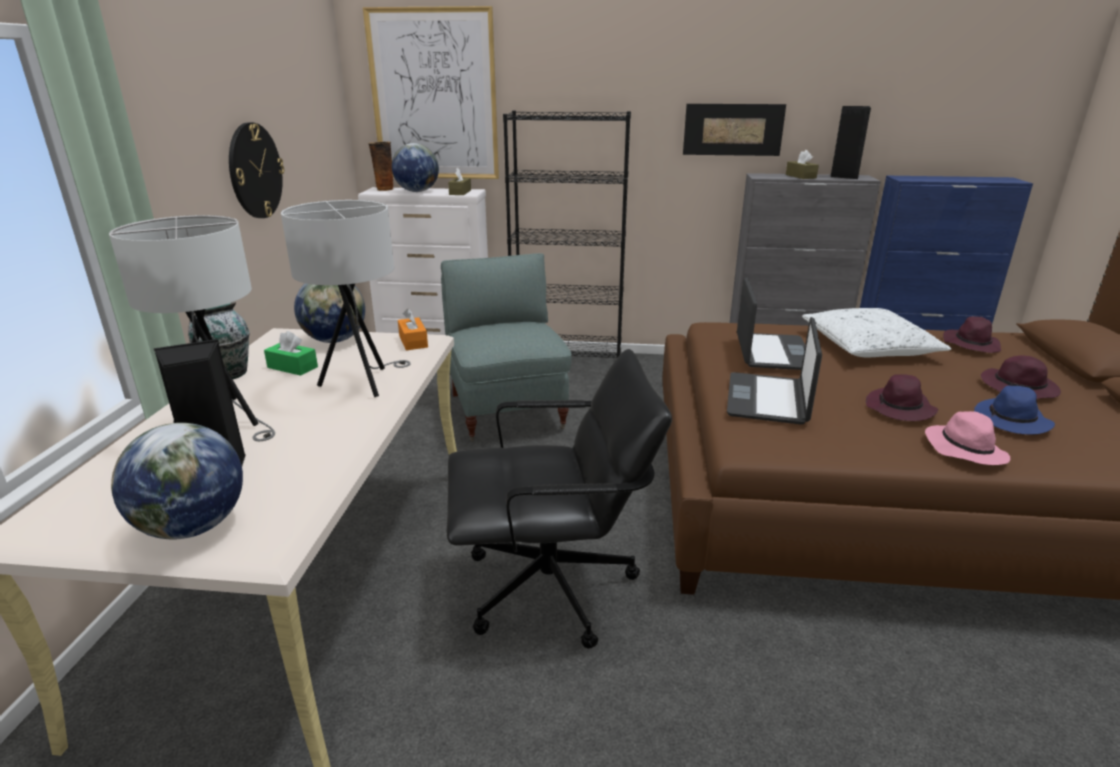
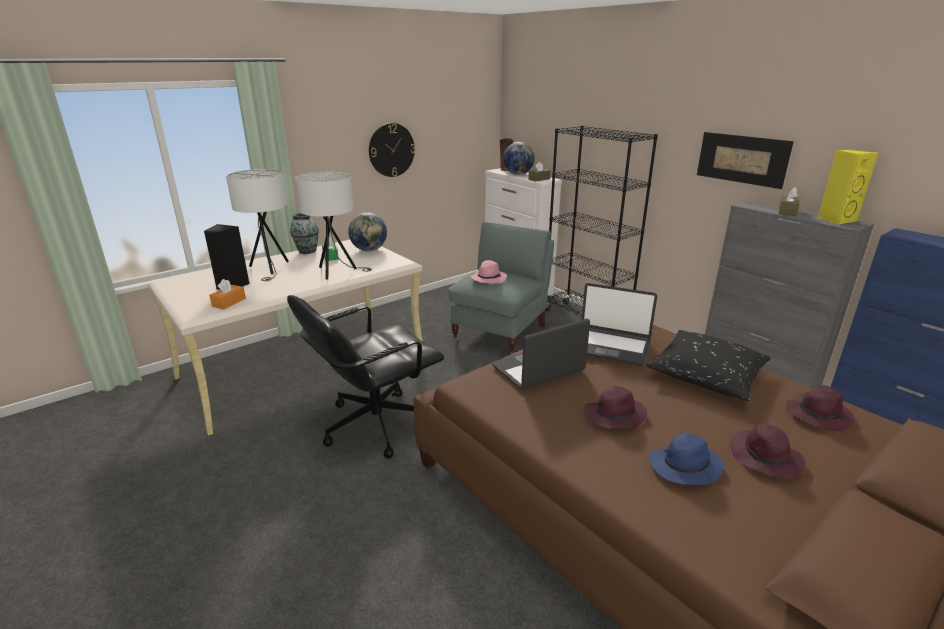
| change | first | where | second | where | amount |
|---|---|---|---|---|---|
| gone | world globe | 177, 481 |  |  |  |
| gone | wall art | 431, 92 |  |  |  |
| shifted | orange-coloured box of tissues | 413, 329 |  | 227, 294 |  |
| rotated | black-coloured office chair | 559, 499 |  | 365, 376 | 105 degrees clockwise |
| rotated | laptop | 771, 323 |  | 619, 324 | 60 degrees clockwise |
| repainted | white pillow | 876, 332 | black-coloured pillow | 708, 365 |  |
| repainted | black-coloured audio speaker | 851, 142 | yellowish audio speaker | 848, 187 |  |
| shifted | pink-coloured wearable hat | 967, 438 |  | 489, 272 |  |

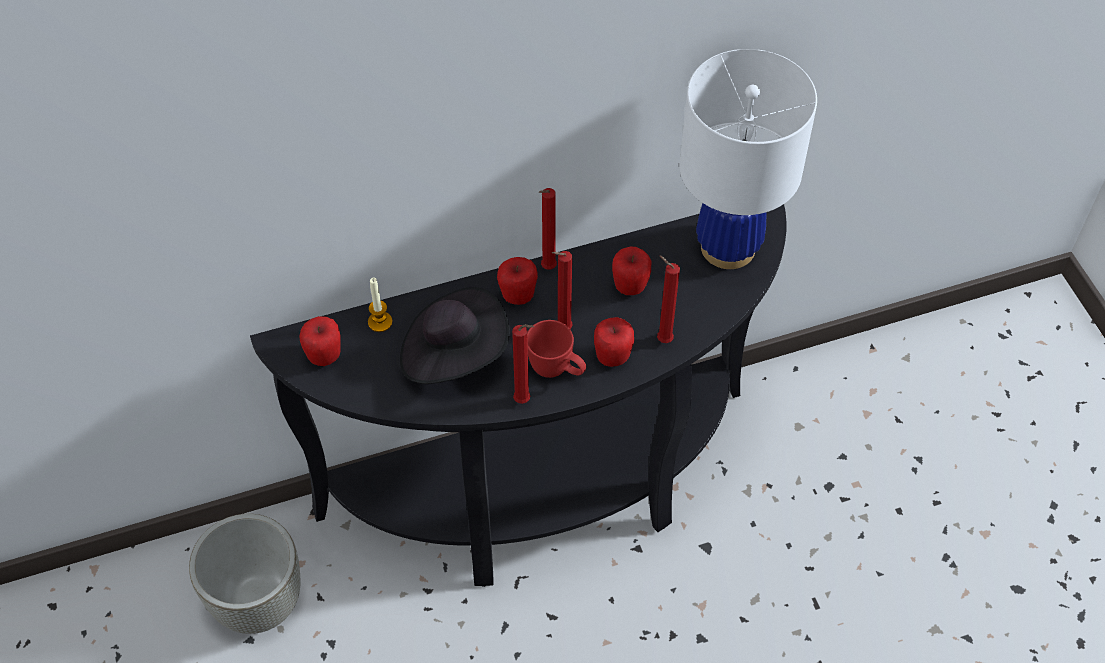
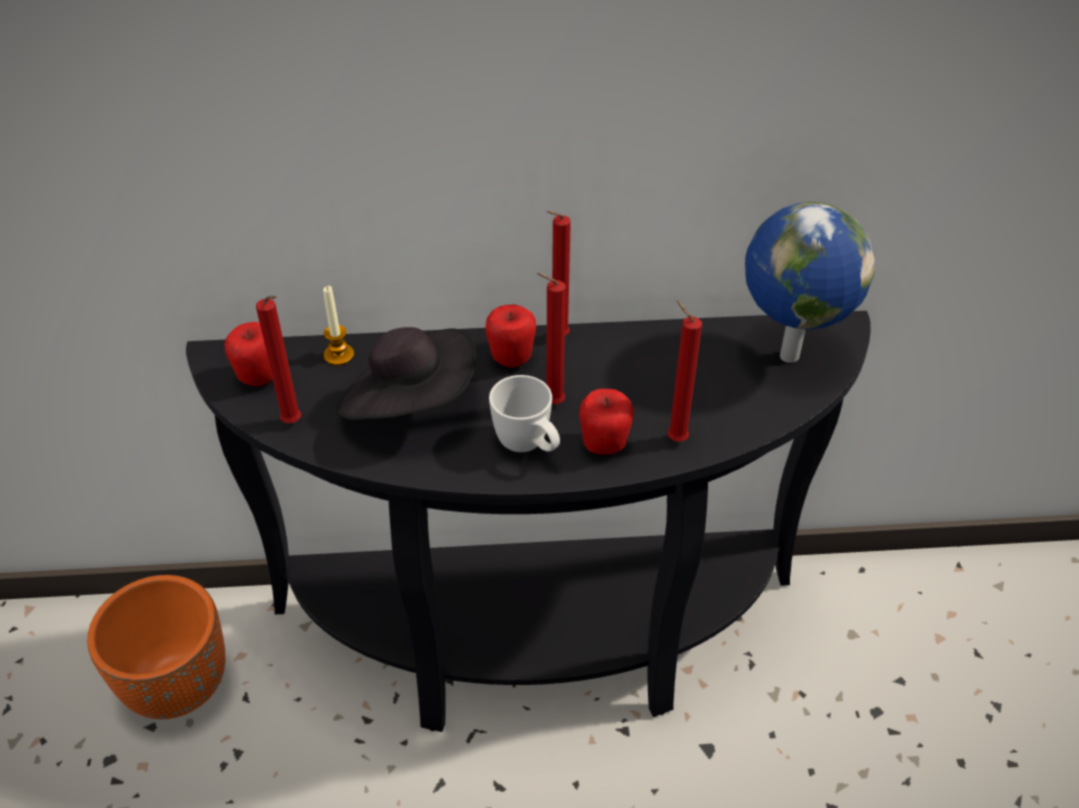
| change | first | where | second | where | amount |
|---|---|---|---|---|---|
| repainted | greyish planter | 245, 574 | orange-coloured planter | 156, 647 |  |
| shifted | red candle | 523, 364 |  | 278, 359 |  |
| repainted | red coffee mug | 556, 349 | white coffee mug | 524, 413 |  |
| gone | apple fruit | 631, 271 |  |  |  |
| swapped | white tabletop lamp | 748, 159 | world globe | 810, 282 |  |

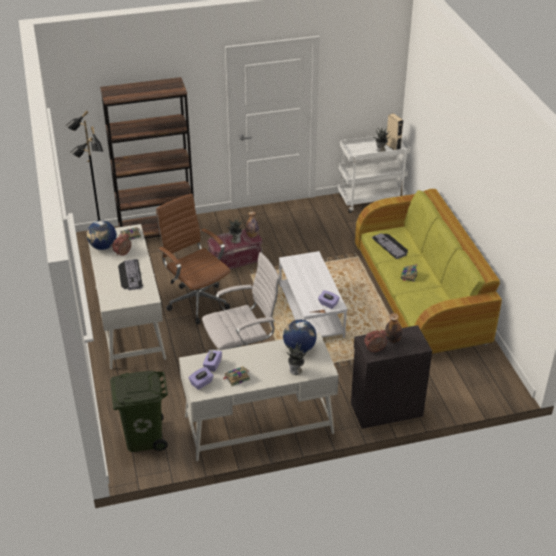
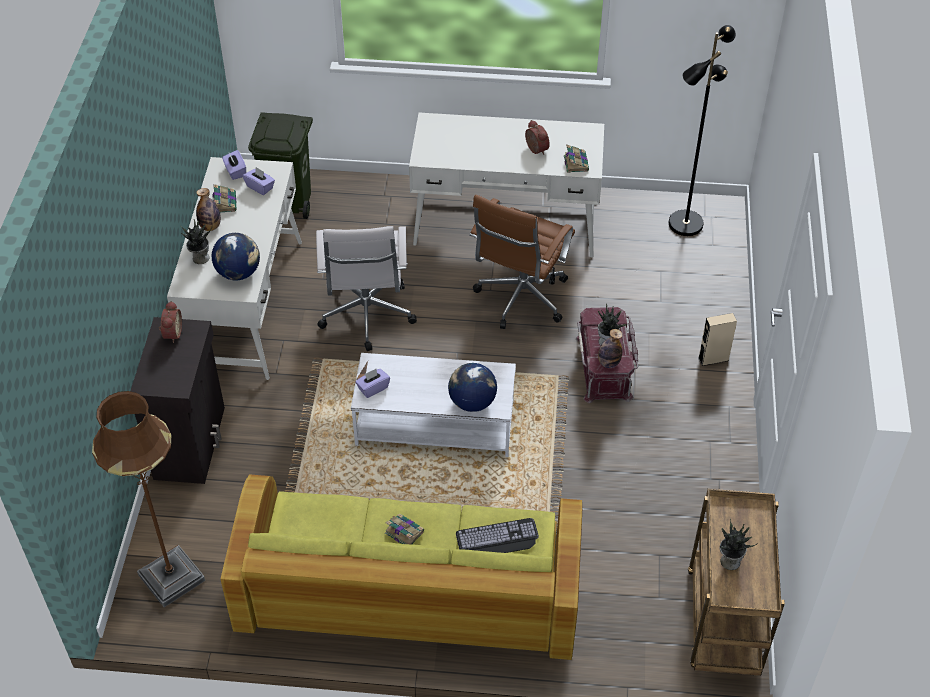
| change | first | where | second | where | amount |
|---|---|---|---|---|---|
| shifted | world globe | 102, 235 |  | 472, 387 |  |
| gone | brown bookshelf | 147, 158 |  |  |  |
| gone | PC keyboard | 130, 274 |  |  |  |
| rotated | brown office chair | 193, 259 |  | 522, 262 | 135 degrees clockwise |
| repainted | white trolley | 374, 174 | brown trolley | 736, 582 |  |
| shifted | drink bottle | 393, 328 |  | 208, 209 |  |
| shifted | beige-coloured audio speaker | 394, 131 |  | 717, 339 |  |
| new |  |  | brown floor lamp | 149, 499 |  |

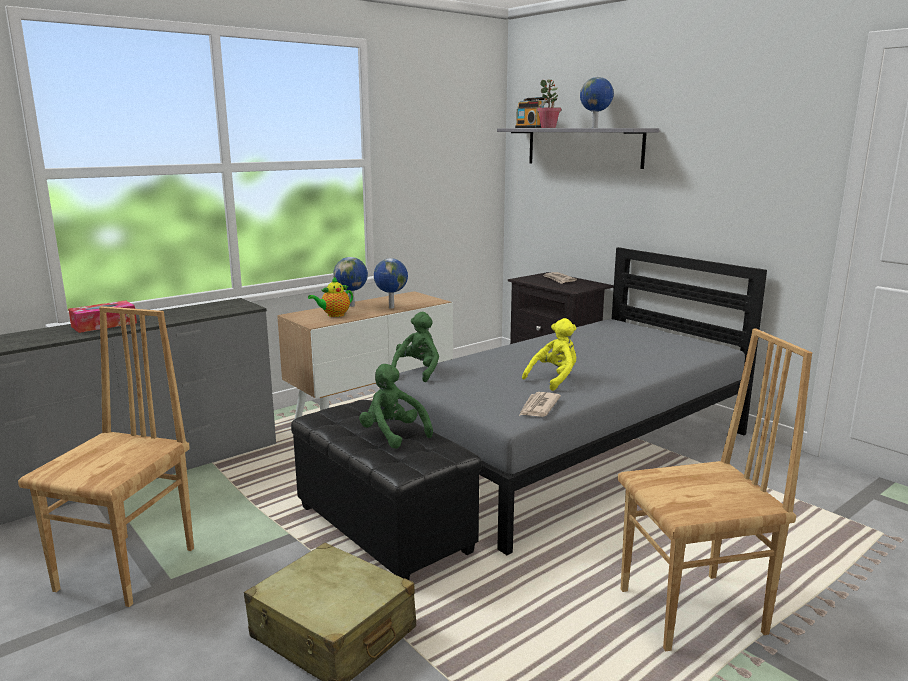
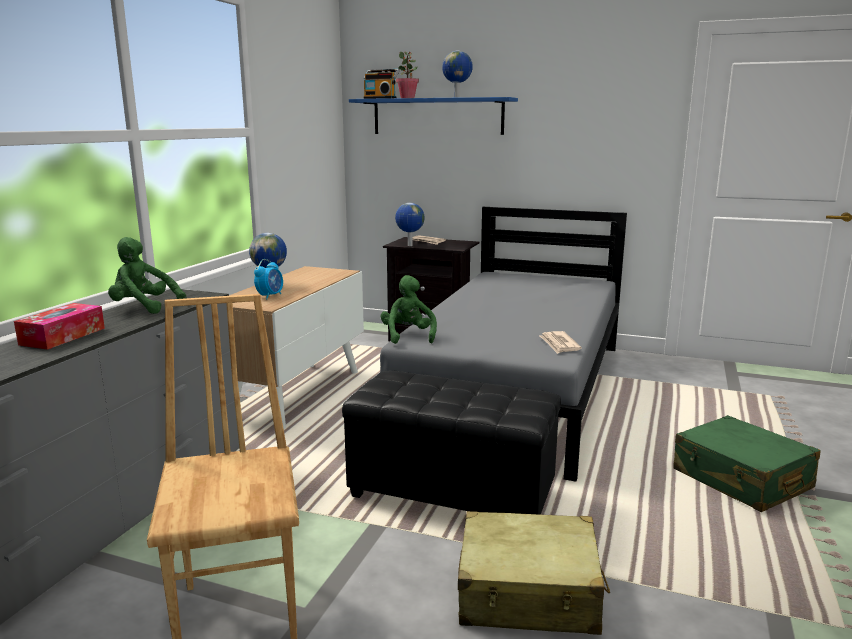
| change | first | where | second | where | amount |
|---|---|---|---|---|---|
| swapped | teapot | 330, 296 | bedside clock | 268, 279 |  |
| shifted | greenish soft toy | 396, 406 |  | 147, 275 |  |
| shifted | world globe | 391, 283 |  | 410, 224 |  |
| repainted | greyish wall shelf | 578, 148 | blue-coloured wall shelf | 433, 116 |  |
| gone | yellowish soft toy | 549, 354 |  |  |  |
| swapped | brown upright chair | 715, 490 | greenish suitcase | 746, 463 |  |

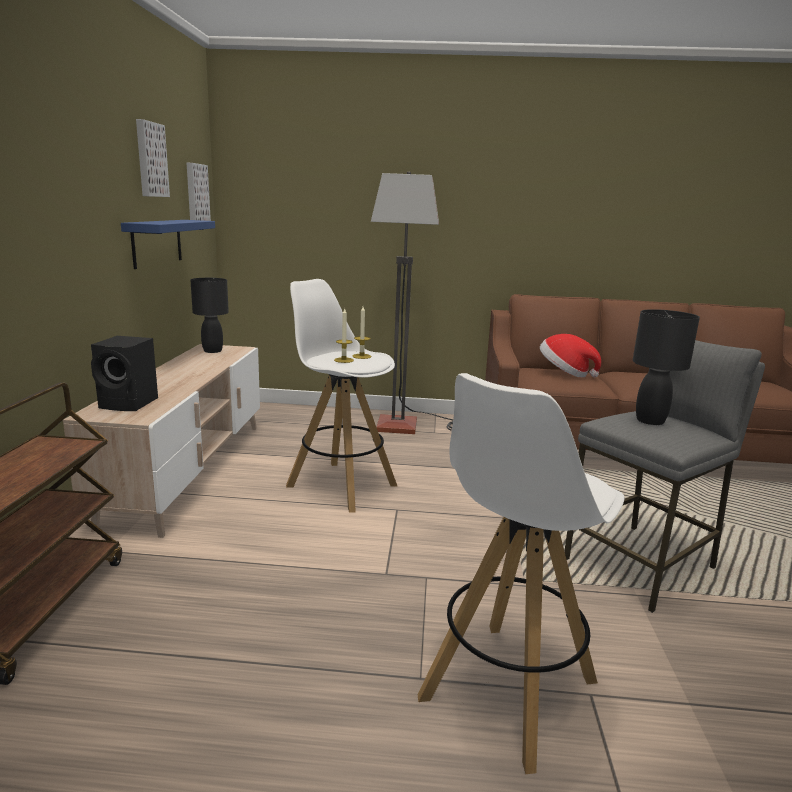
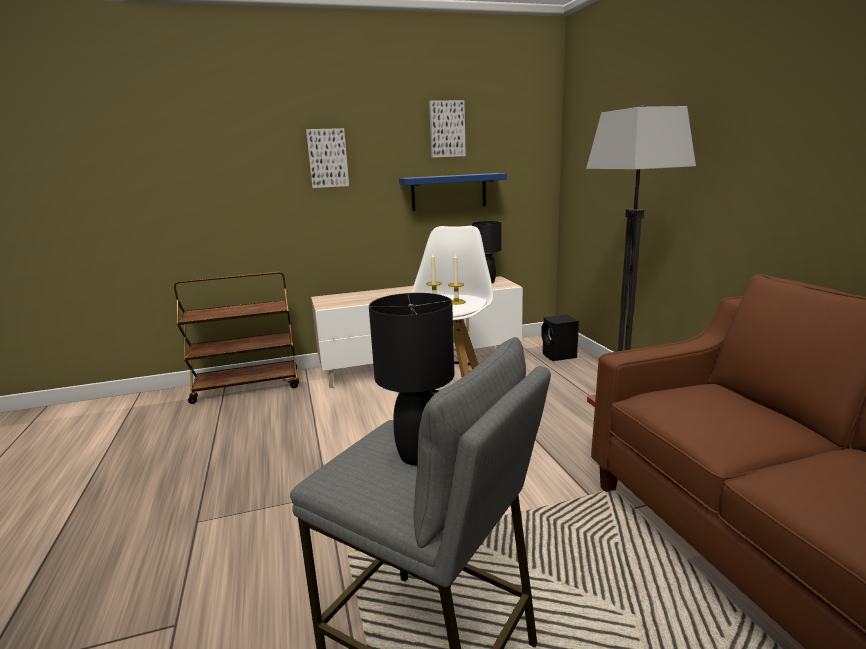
| change | first | where | second | where | amount |
|---|---|---|---|---|---|
| shifted | black-coloured audio speaker | 124, 373 |  | 560, 338 |  |
| shifted | wall art | 199, 192 |  | 327, 158 |  |
| gone | white stool seat | 521, 573 |  |  |  |
| gone | wearable hat | 570, 356 |  |  |  |

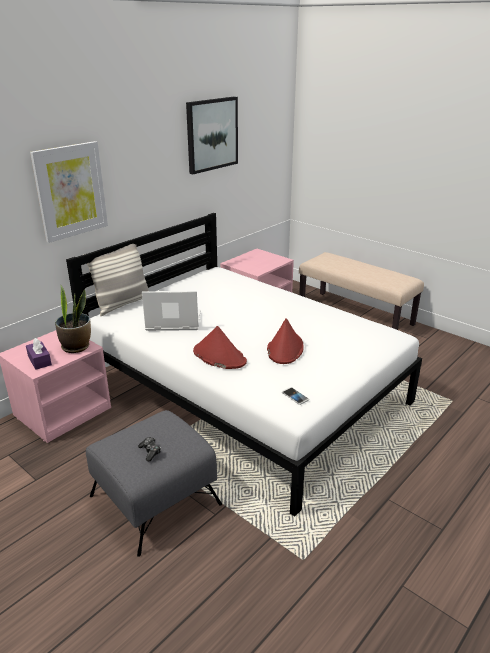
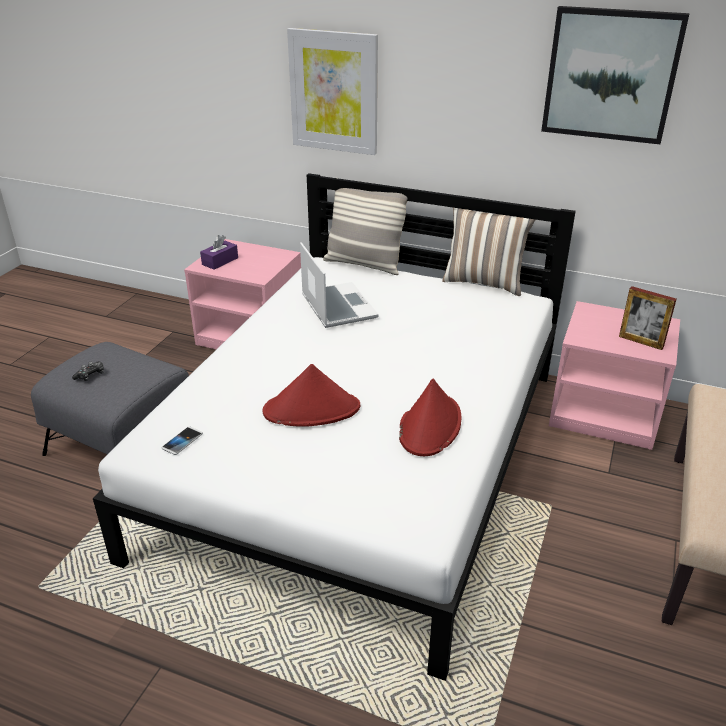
| change | first | where | second | where | amount |
|---|---|---|---|---|---|
| gone | potted plant | 73, 319 |  |  |  |
| shifted | red wearable hat | 220, 347 |  | 430, 417 |  |
| new |  |  | pillow | 488, 252 |  |
| new |  |  | standing frame | 647, 318 |  |

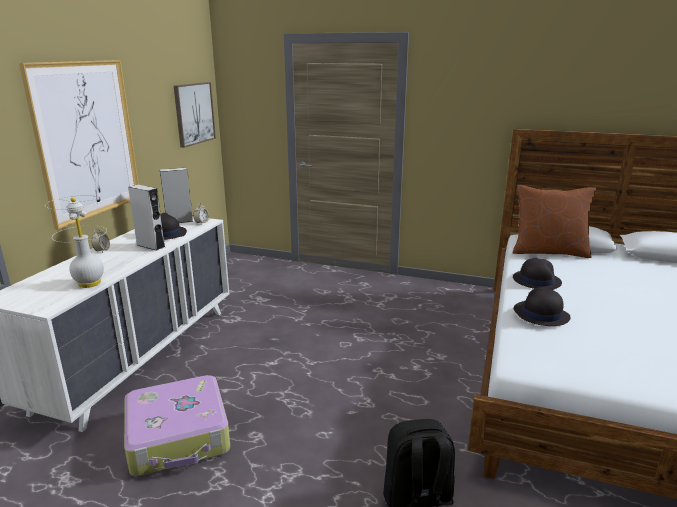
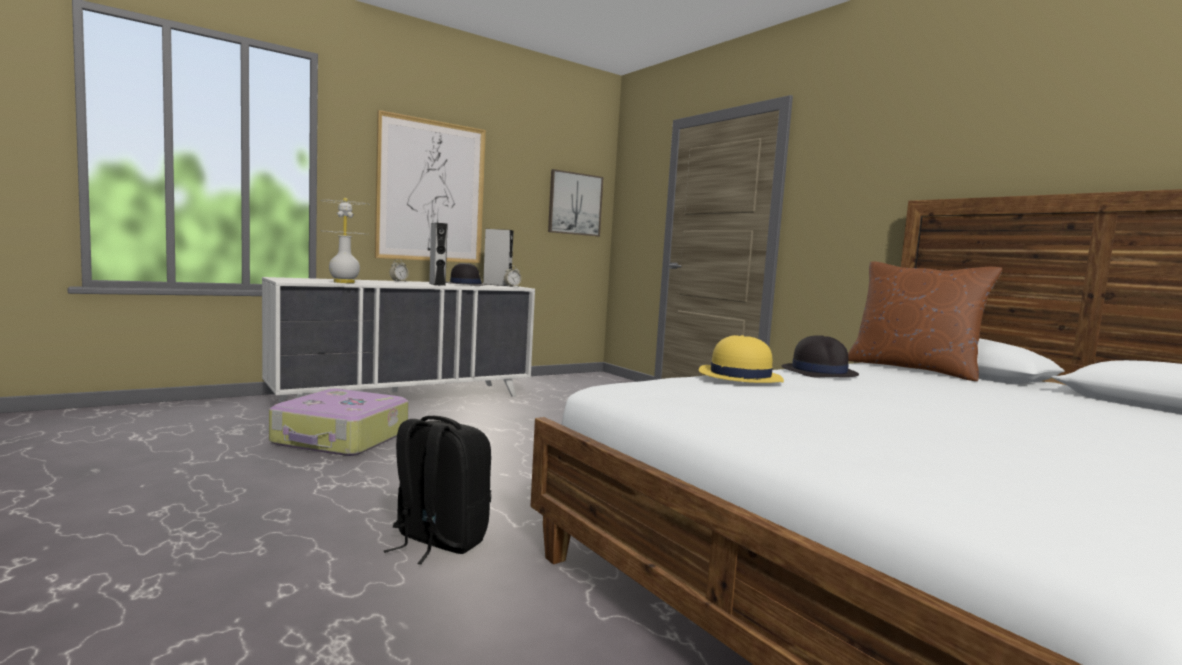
| change | first | where | second | where | amount |
|---|---|---|---|---|---|
| repainted | black-coloured wearable hat | 542, 307 | yellowish wearable hat | 741, 359 |  |

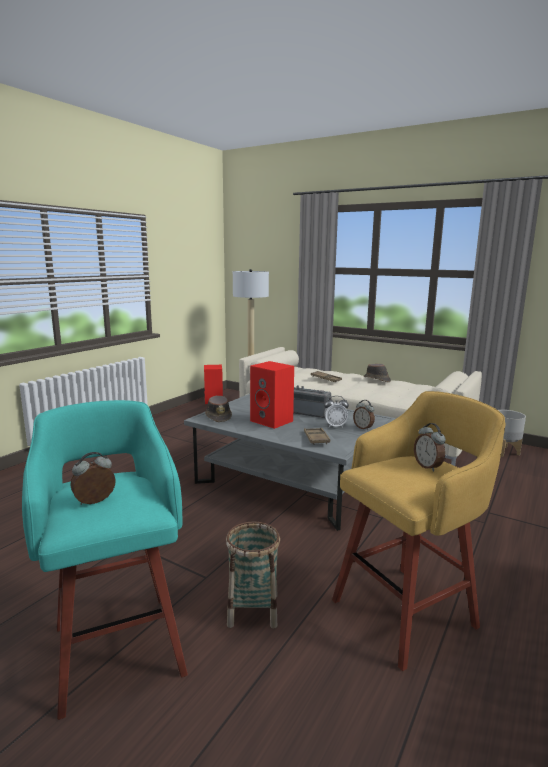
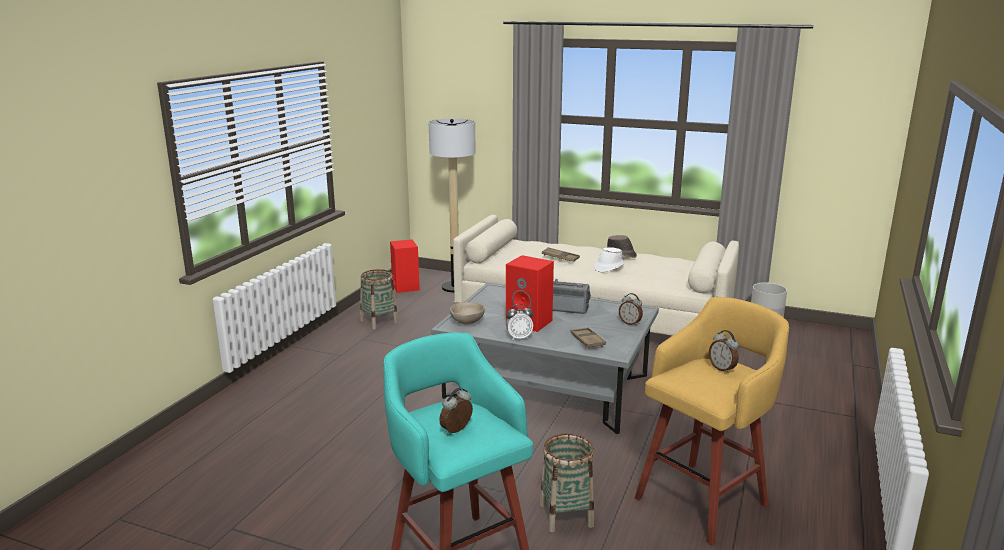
| change | first | where | second | where | amount |
|---|---|---|---|---|---|
| swapped | brown wearable hat | 218, 409 | beige-coloured bowl | 467, 313 |  |
| shifted | bedside clock | 336, 412 |  | 519, 322 |  |
| new |  |  | basket | 379, 299 |  |
| new |  |  | white wearable hat | 609, 259 |  |

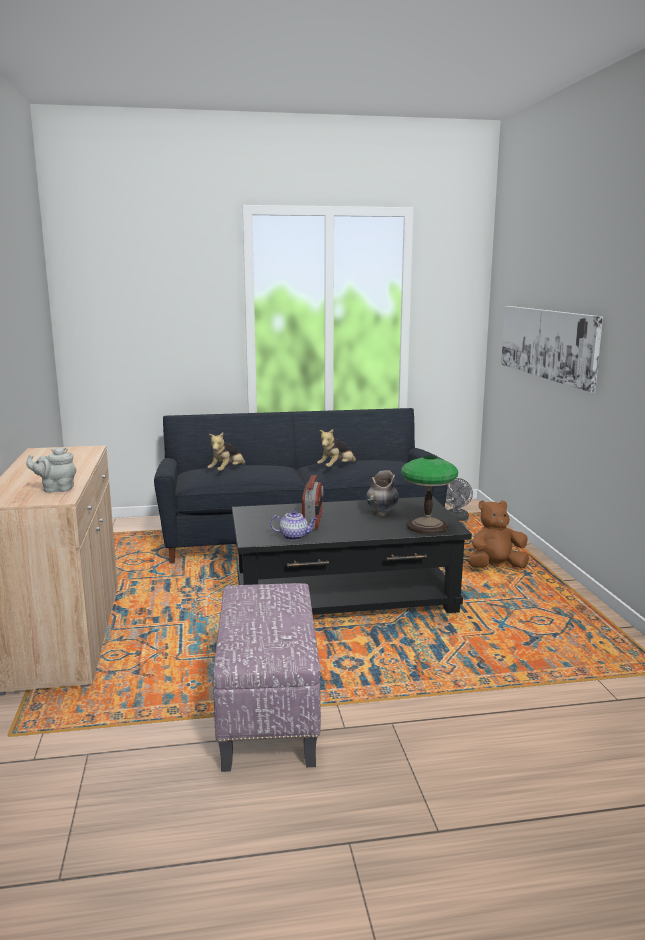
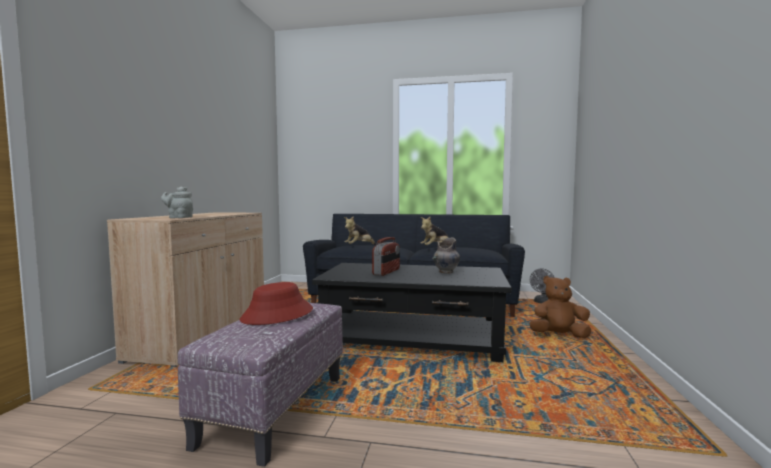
| change | first | where | second | where | amount |
|---|---|---|---|---|---|
| gone | teapot | 293, 525 |  |  |  |
| gone | tabletop lamp | 429, 495 |  |  |  |
| gone | wall art | 552, 349 |  |  |  |
| new |  |  | red wearable hat | 276, 303 |  |

